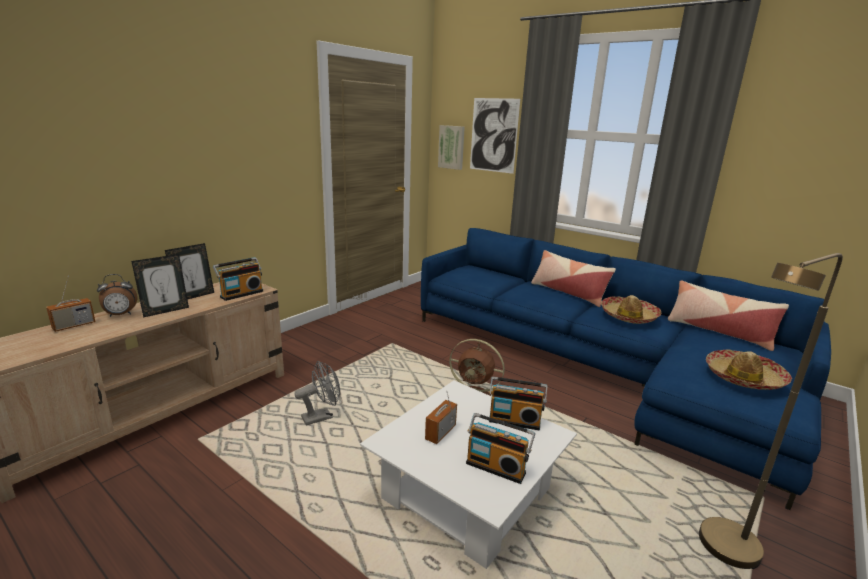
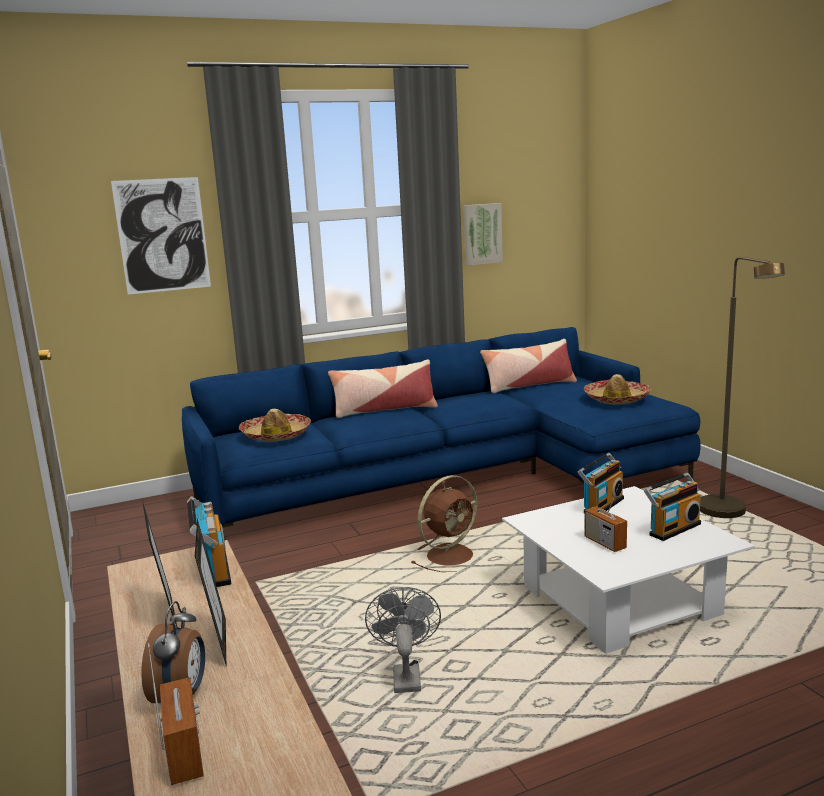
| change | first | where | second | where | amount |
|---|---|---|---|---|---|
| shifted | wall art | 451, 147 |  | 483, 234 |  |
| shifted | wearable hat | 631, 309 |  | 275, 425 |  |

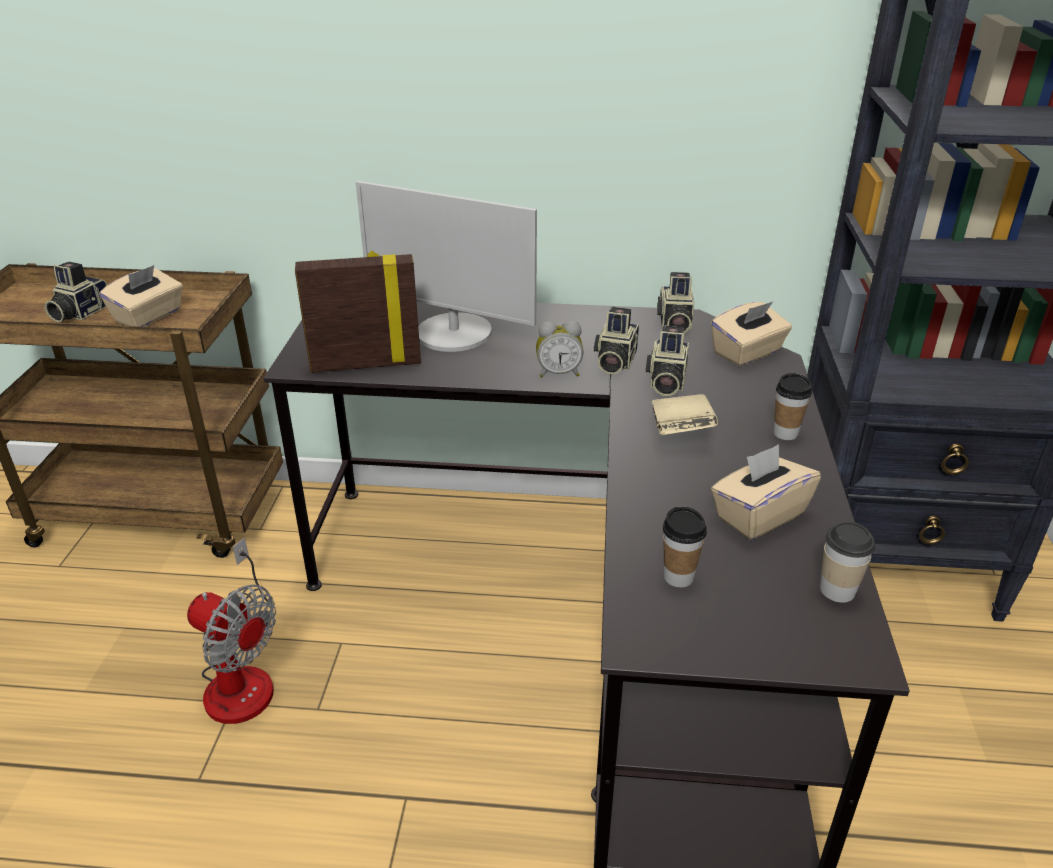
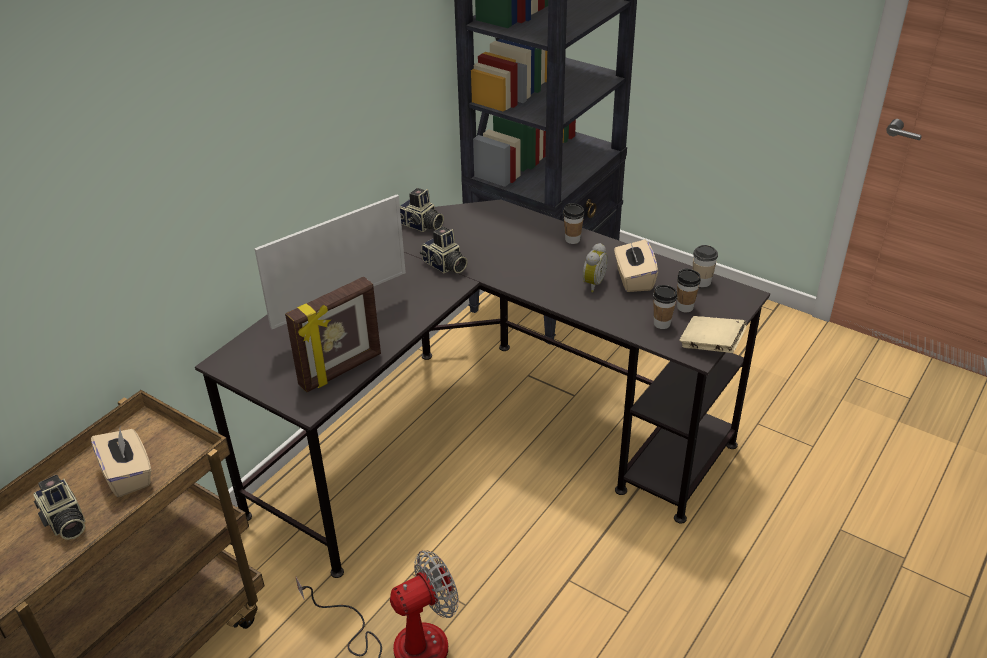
| change | first | where | second | where | amount |
|---|---|---|---|---|---|
| rotated | standing frame | 358, 312 |  | 333, 334 | 150 degrees counterclockwise |
| shifted | bedside clock | 559, 349 |  | 595, 267 |  |
| gone | photo camera | 667, 361 |  |  |  |
| shifted | beige-coloured book | 685, 414 |  | 712, 334 |  |
| gone | beige-coloured box of tissues | 751, 334 |  |  |  |
| new |  |  | drinking cup | 689, 290 |  |

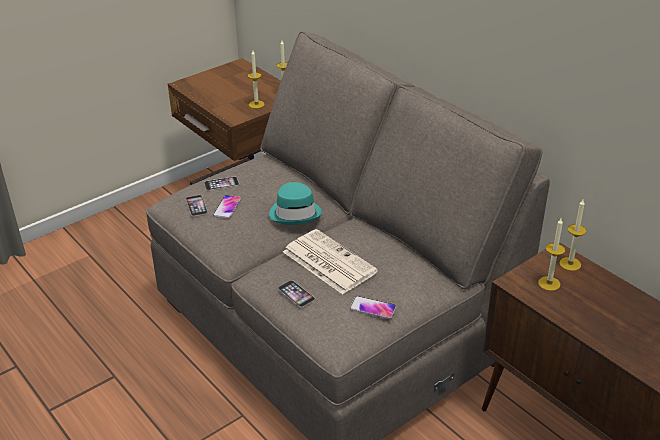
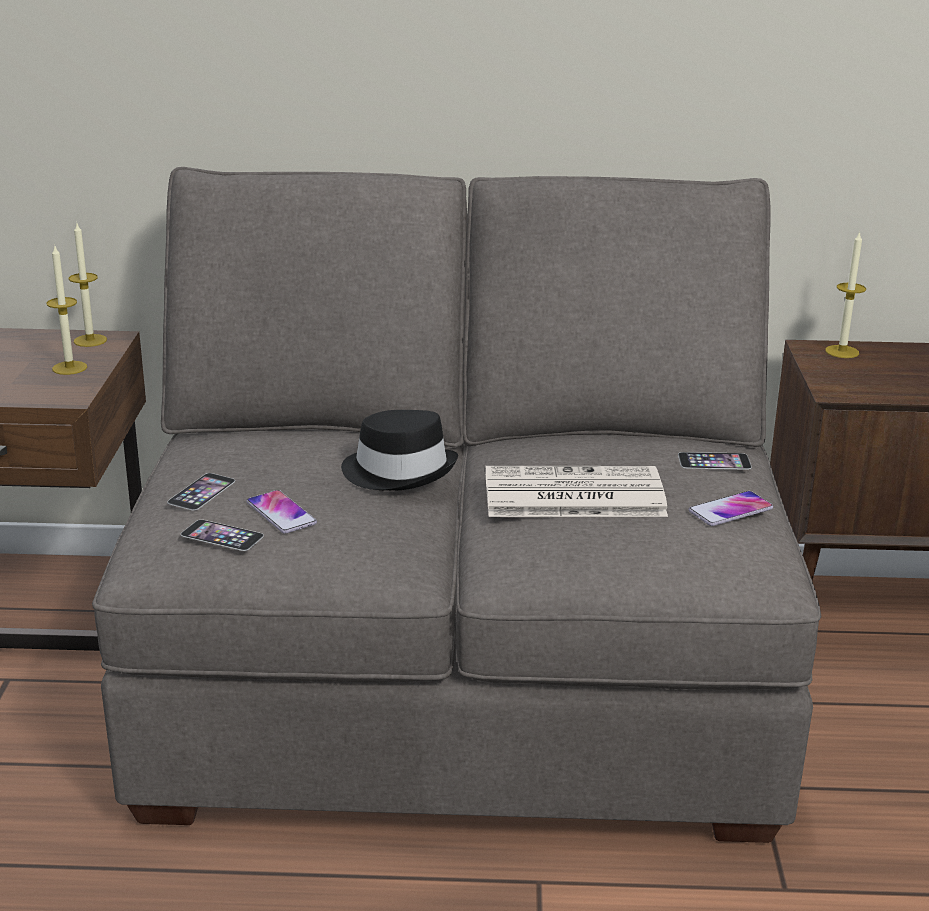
| change | first | where | second | where | amount |
|---|---|---|---|---|---|
| repainted | turquoise-coloured wearable hat | 295, 203 | black-coloured wearable hat | 399, 450 |  |
| shifted | phone | 296, 293 |  | 715, 461 |  |
| gone | candle | 551, 254 |  |  |  |

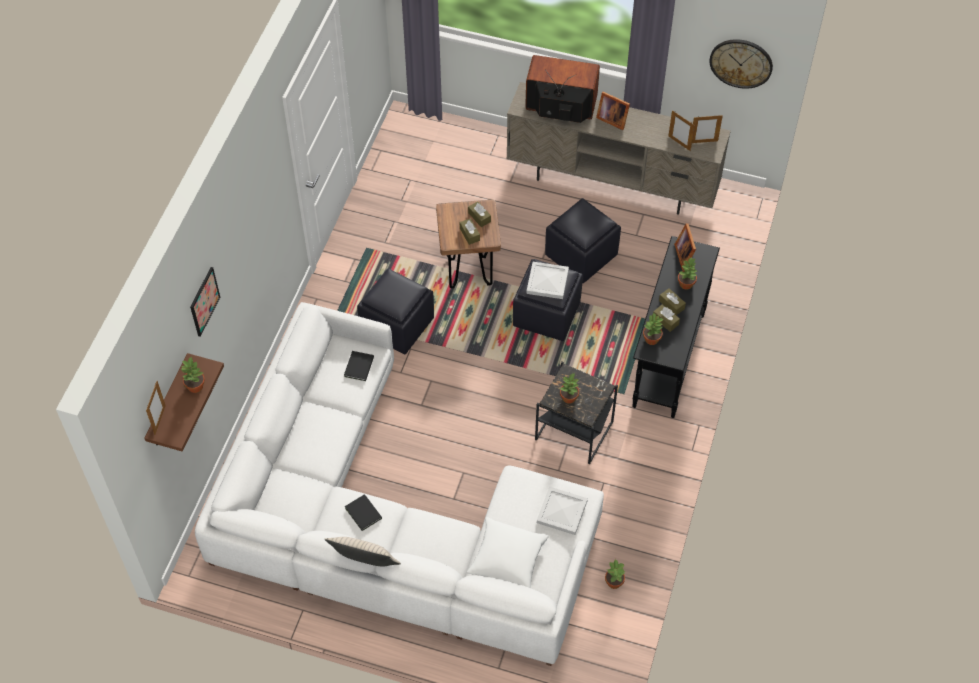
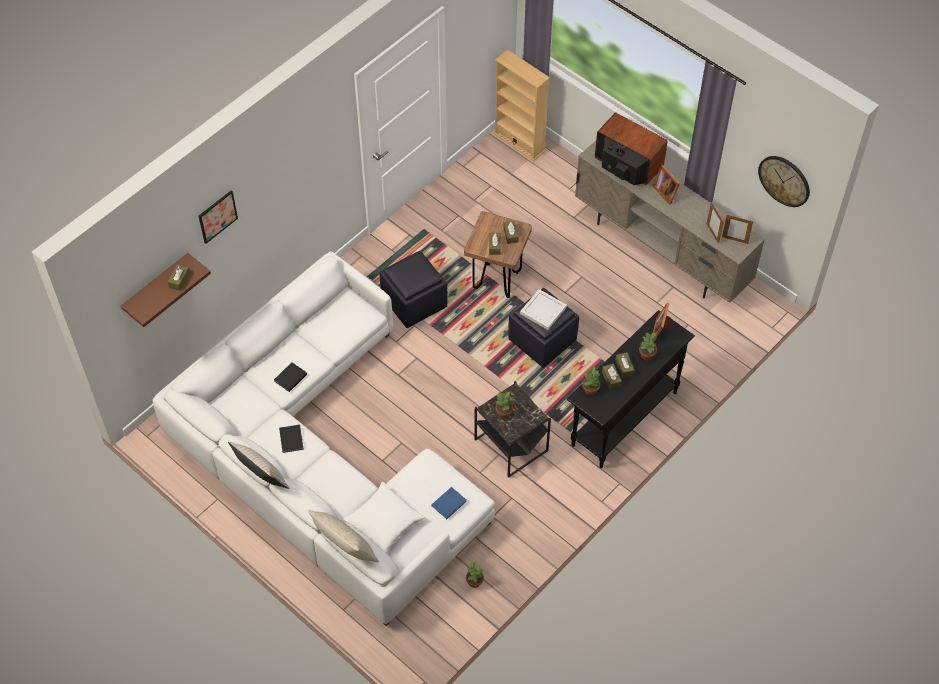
| change | first | where | second | where | amount |
|---|---|---|---|---|---|
| gone | standing frame | 156, 408 |  |  |  |
| swapped | potted plant | 193, 375 | brown box of tissues | 179, 277 |  |
| shifted | black-coloured book | 359, 366 |  | 290, 377 |  |
| swapped | white serving tray | 562, 511 | blue-coloured book | 449, 503 |  |
| gone | black-coloured ottoman | 583, 240 |  |  |  |
| new |  |  | beige-coloured pillow | 343, 536 |  |
| new |  |  | beige-coloured bookshelf | 521, 105 |  |

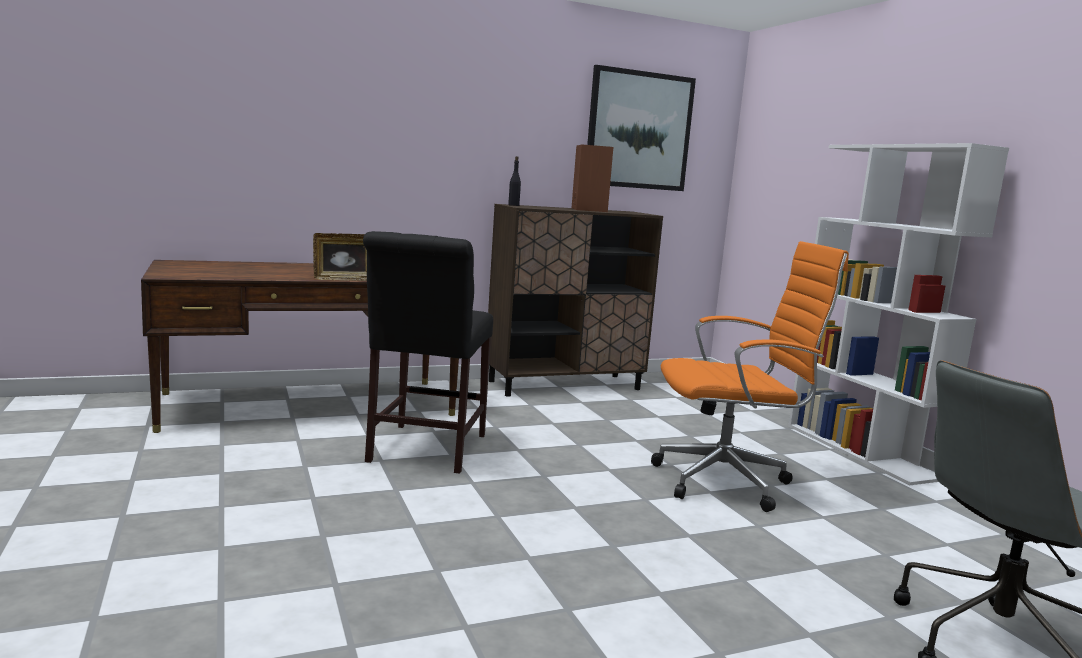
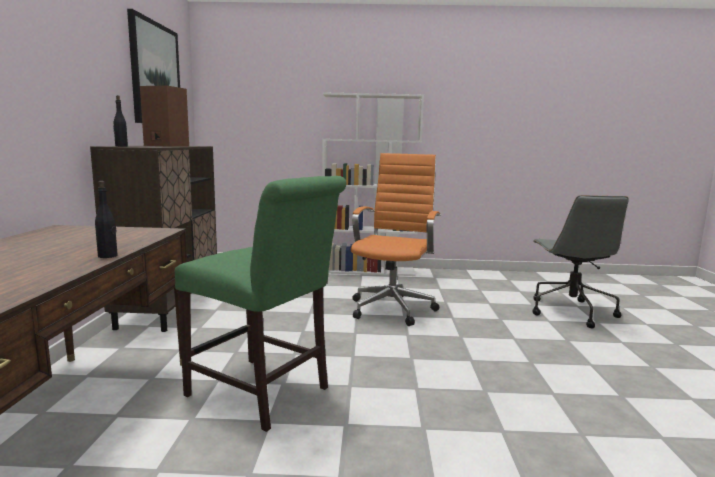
| change | first | where | second | where | amount |
|---|---|---|---|---|---|
| swapped | standing frame | 340, 257 | black-coloured drink bottle | 106, 219 |  |
| repainted | black-coloured upright chair | 428, 352 | greenish upright chair | 260, 304 |  |

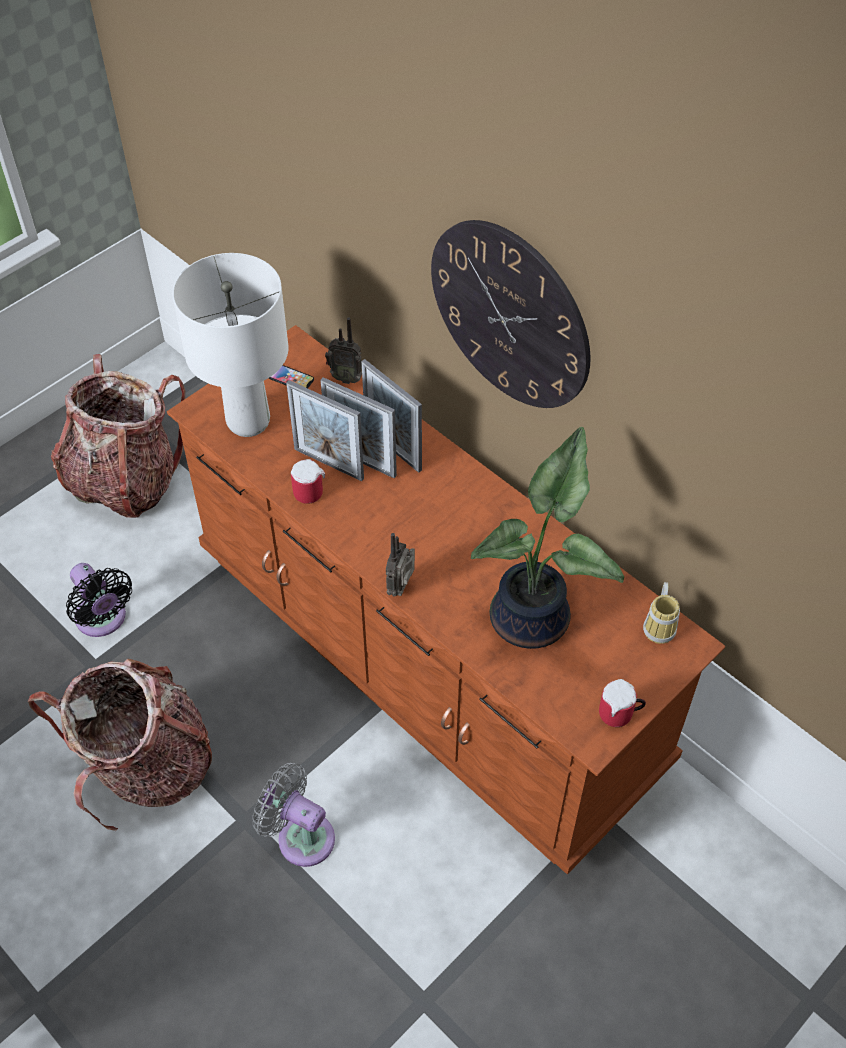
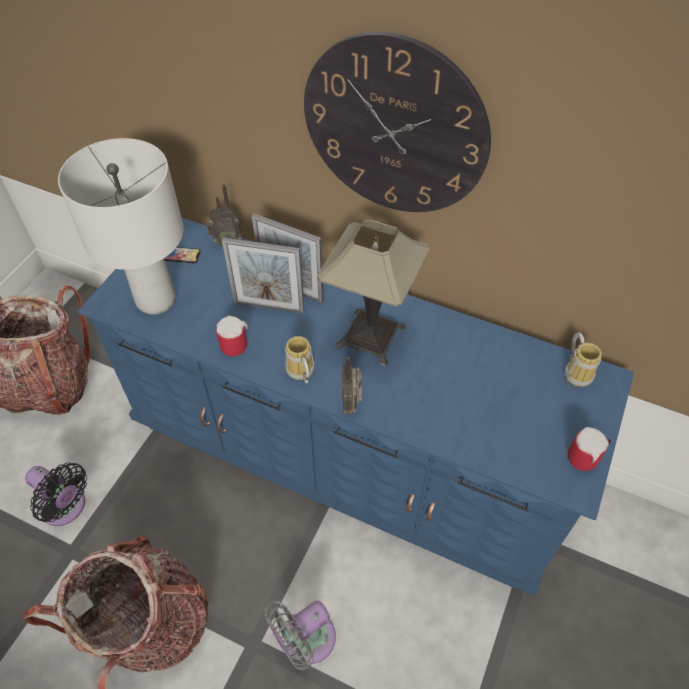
| change | first | where | second | where | amount |
|---|---|---|---|---|---|
| repainted | brown dresser | 446, 600 | blue-coloured dresser | 355, 406 |  |
| rotated | greyish cooling fan | 293, 815 |  | 300, 635 | 45 degrees counterclockwise |
| gone | standing frame | 325, 430 |  |  |  |
| gone | potted plant | 547, 538 |  |  |  |
| new |  |  | coffee mug | 299, 360 |  |
| new |  |  | tabletop lamp | 373, 292 |  |

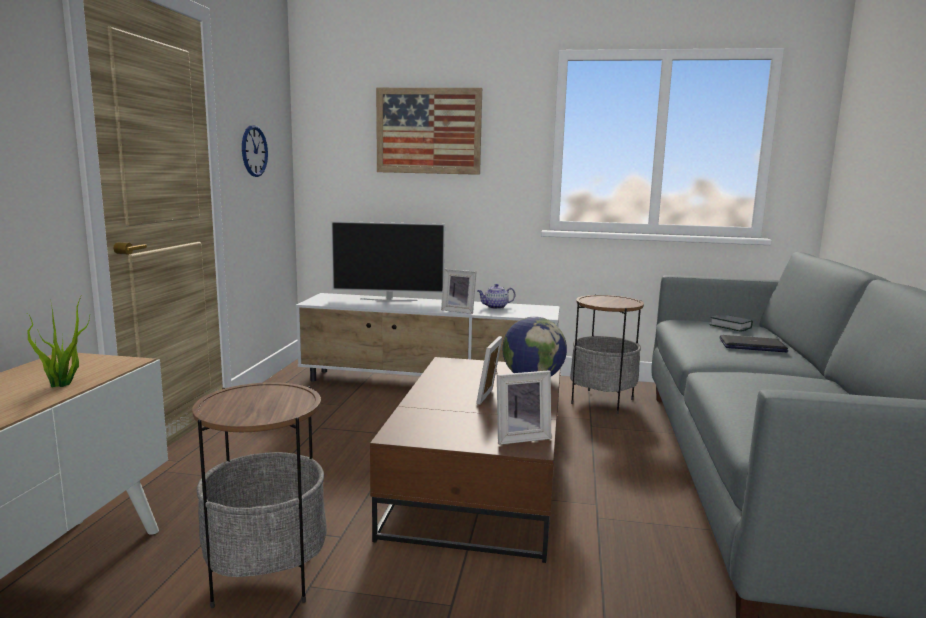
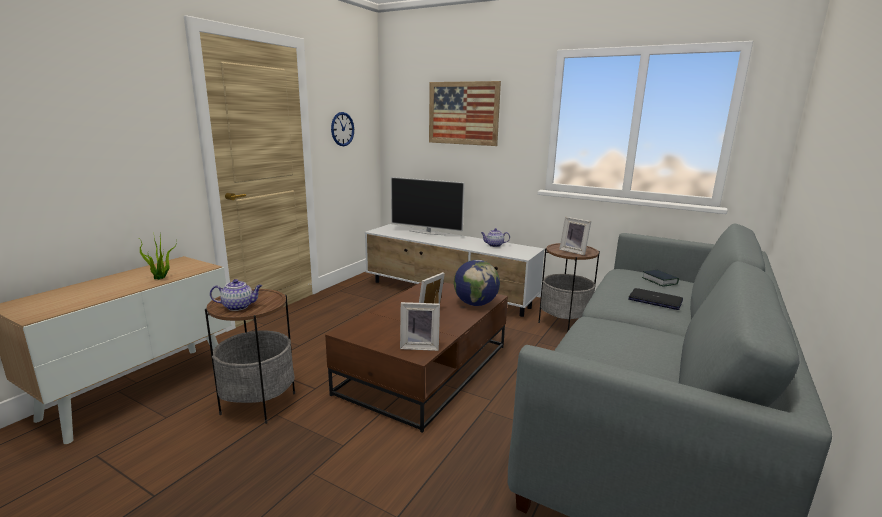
| change | first | where | second | where | amount |
|---|---|---|---|---|---|
| shifted | standing frame | 458, 291 |  | 575, 236 |  |
| new |  |  | teapot | 236, 295 |  |

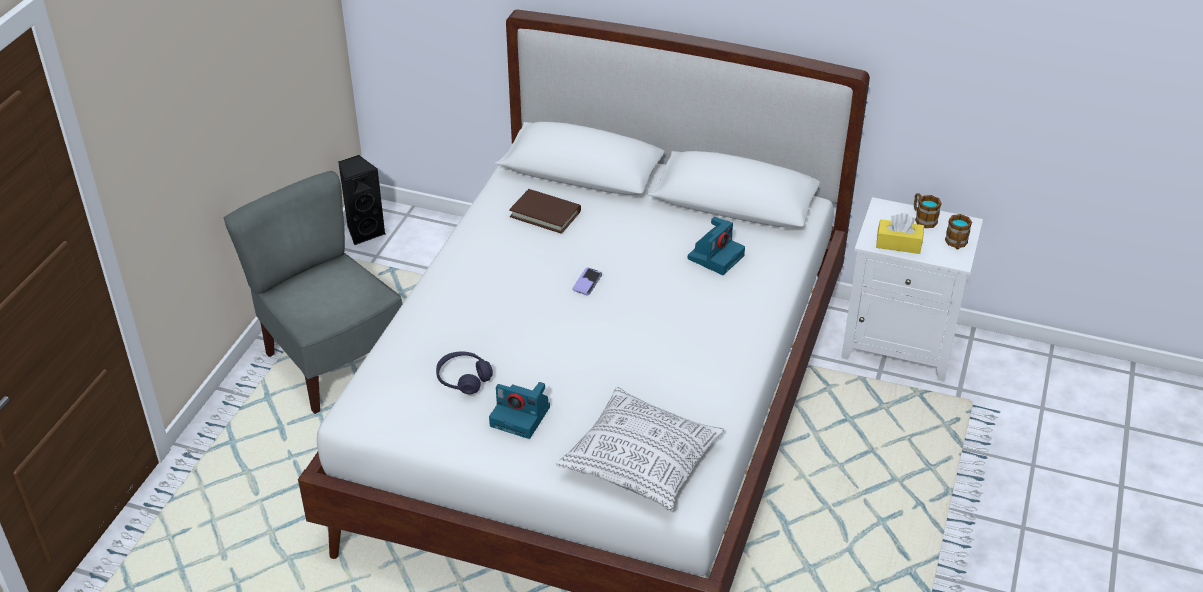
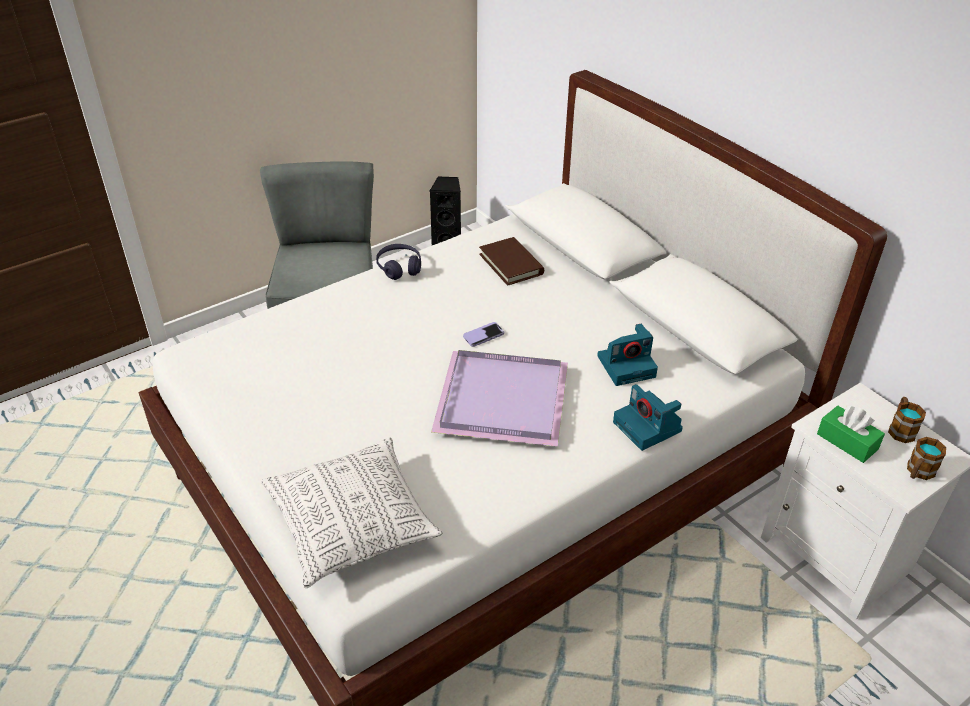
| change | first | where | second | where | amount |
|---|---|---|---|---|---|
| shifted | purplish pair of headphones | 464, 373 |  | 398, 262 |  |
| shifted | photo camera | 519, 410 |  | 648, 417 |  |
| repainted | yellowish box of tissues | 900, 233 | greenish box of tissues | 851, 434 |  |
| new |  |  | purplish serving tray | 499, 398 |  |

